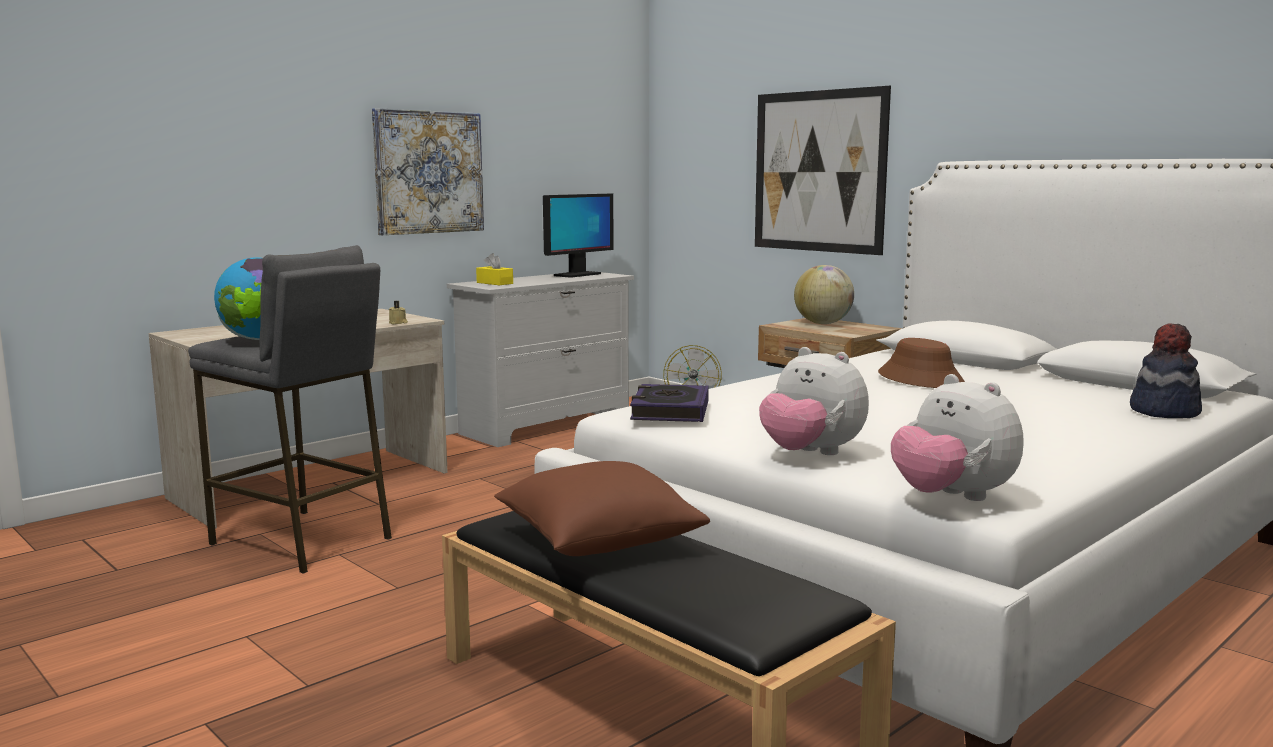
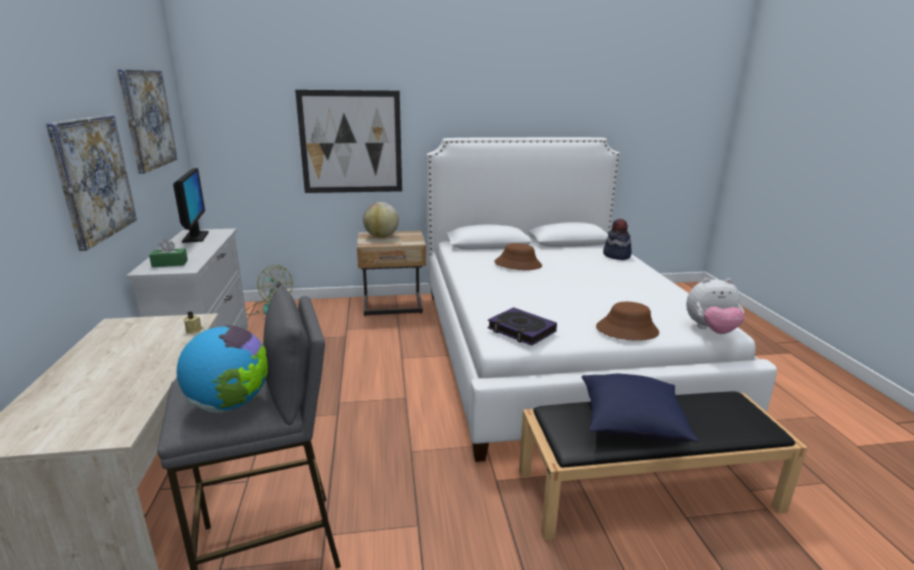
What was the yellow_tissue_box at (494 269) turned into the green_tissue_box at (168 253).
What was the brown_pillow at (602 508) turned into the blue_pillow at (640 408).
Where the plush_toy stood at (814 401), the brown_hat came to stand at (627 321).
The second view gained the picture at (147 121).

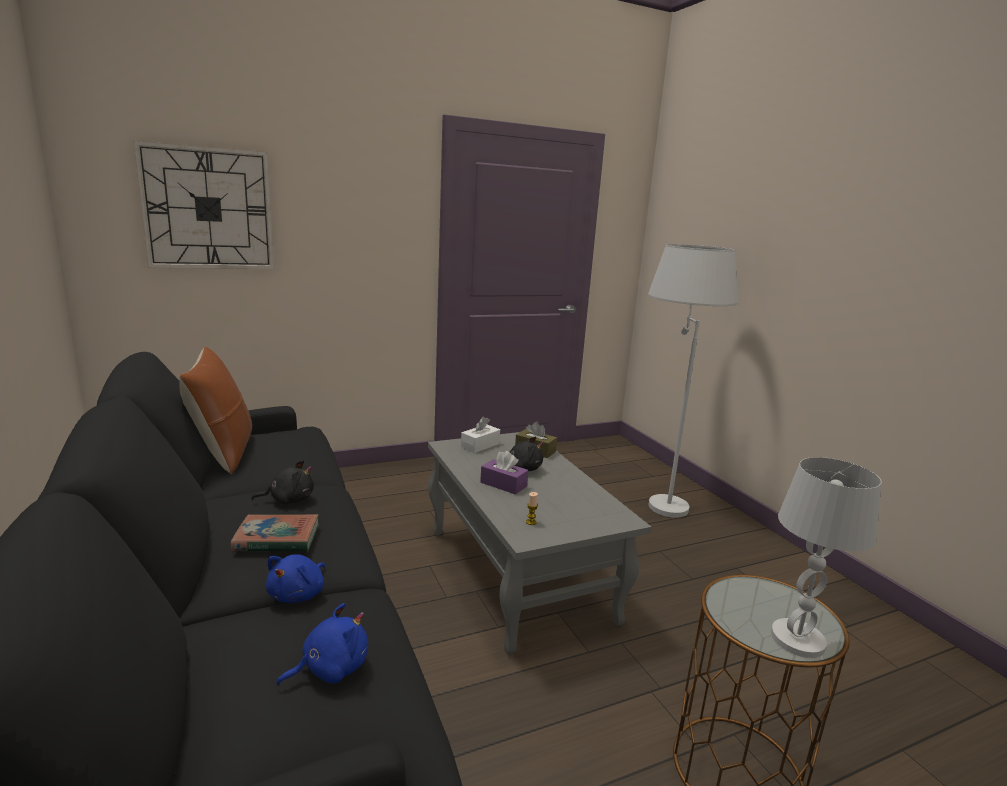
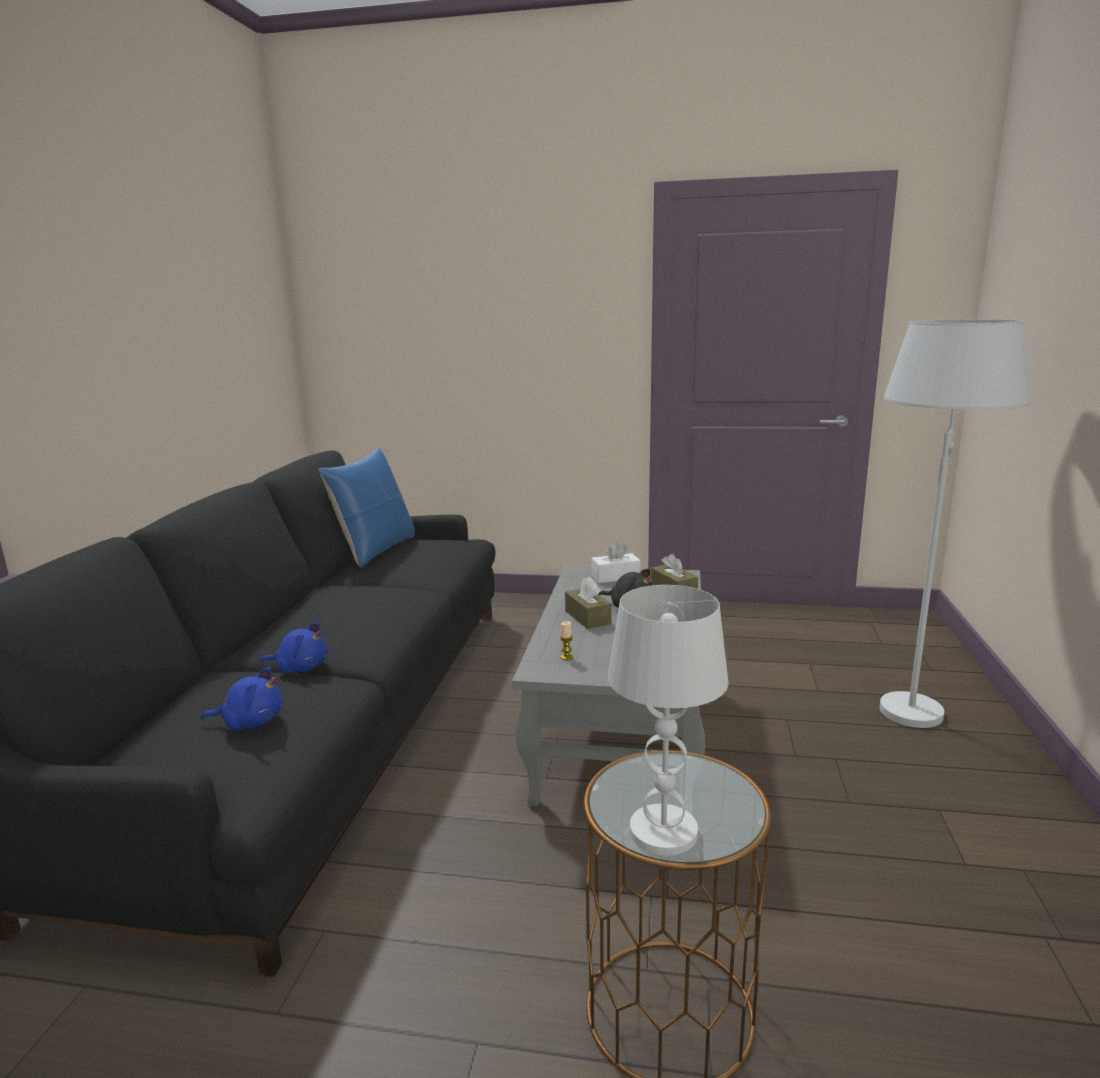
The second view lost the wall_clock at (203 205).
What was the brown_pillow at (215 410) turned into the blue_pillow at (366 508).
The second view lost the book at (274 532).
The second view lost the black_plush_toy at (282 482).
The blue_plush_toy at (295 578) ended up facing another way, 135 degrees counterclockwise from before.
What was the purple_tissue_box at (504 473) turned into the brown_tissue_box at (588 603).

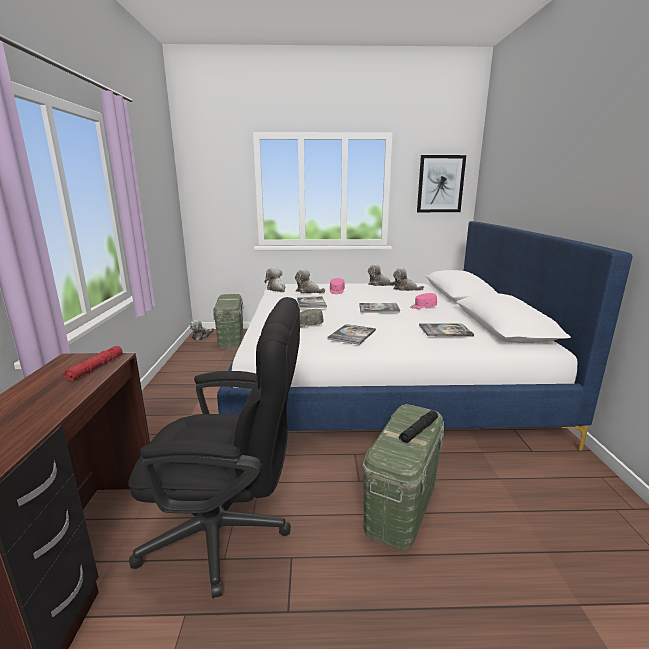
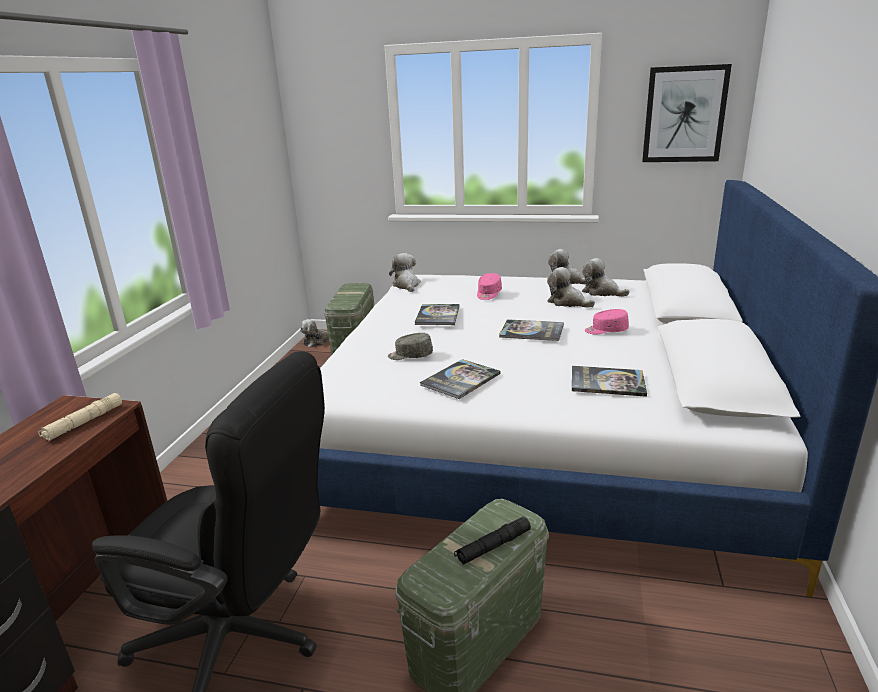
What was the red_flashlight at (93 363) turned into the beige_flashlight at (80 417).
The plush_toy ended up elsewhere, having gone from (310 281) to (571 287).

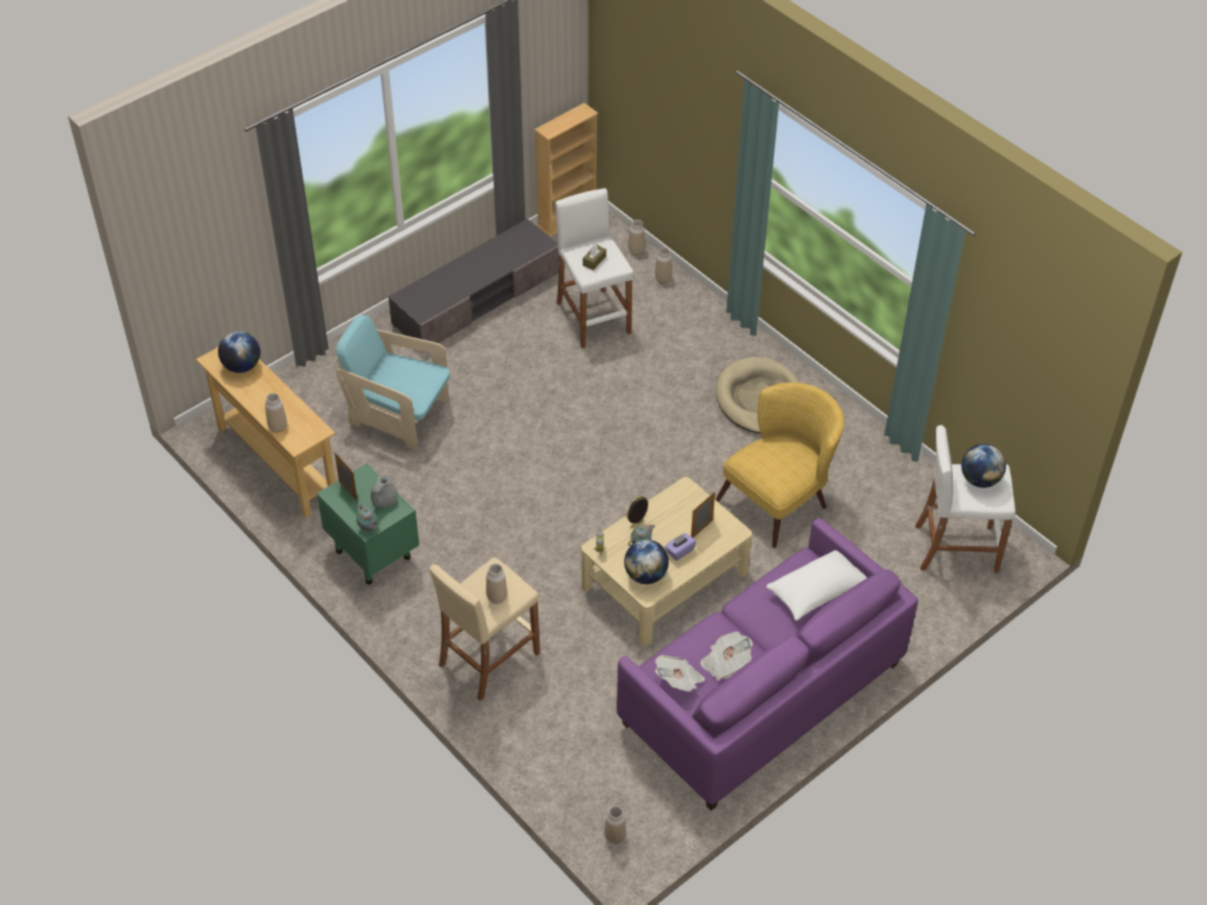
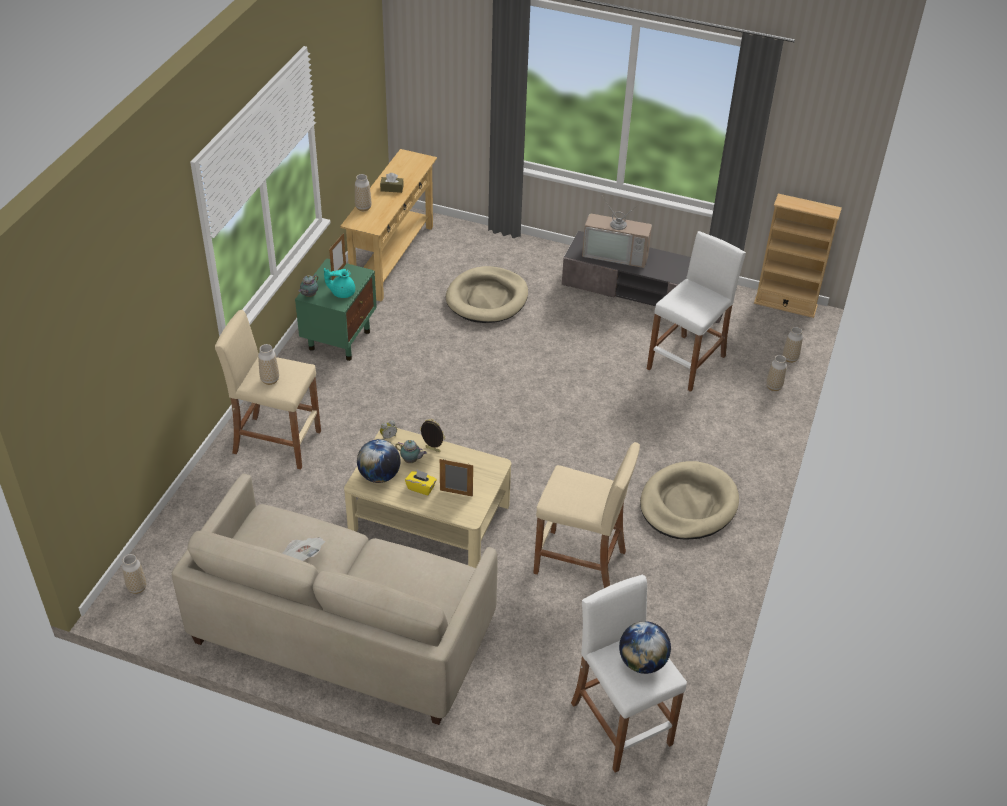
The second view lost the globe at (239 352).
Where the turquoise_armchair stood at (393 383), the beige_dog_bed came to stand at (487 294).
What was the grey_teapot at (384 491) turned into the turquoise_teapot at (339 283).
The brown_tissue_box ended up elsewhere, having gone from (594 257) to (392 183).
What was the purple_sofa at (767 664) turned into the beige_sofa at (334 599).
The second view lost the newspaper at (680 673).
What was the purple_tissue_box at (680 547) turned into the yellow_tissue_box at (421 482).
Where the yellow_armchair stood at (780 465), the beige_stool came to stand at (586 515).
The second view lost the white_pillow at (816 585).
The second view gained the television at (617 232).

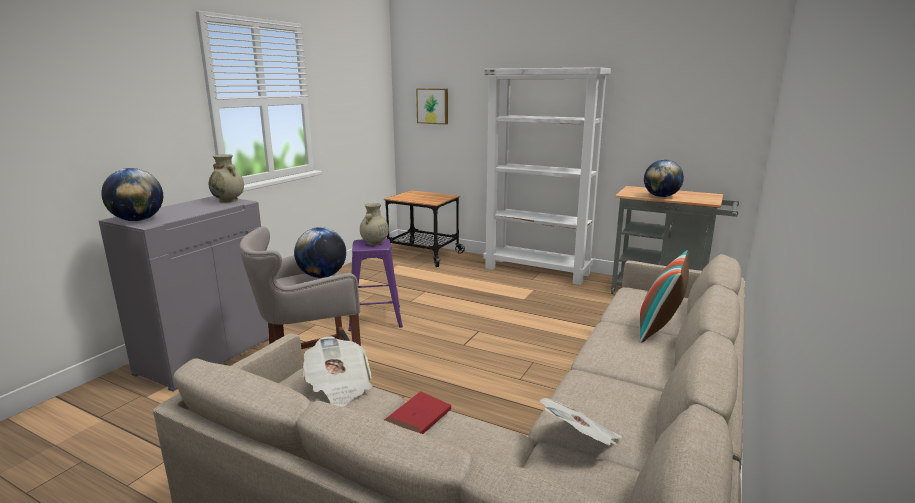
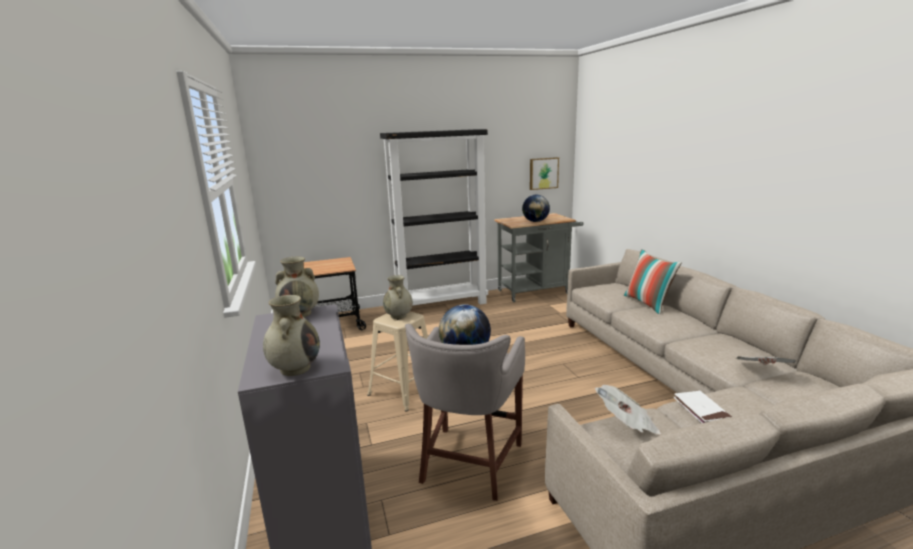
Where the globe stood at (132 194), the beige_vase came to stand at (291 335).
What was the purple_stool at (375 285) turned into the beige_stool at (397 361).
What was the red_book at (417 412) turned into the white_book at (703 407).
The picture ended up elsewhere, having gone from (432 106) to (544 173).
What was the white_bookcase at (547 176) turned into the black_bookcase at (434 217).

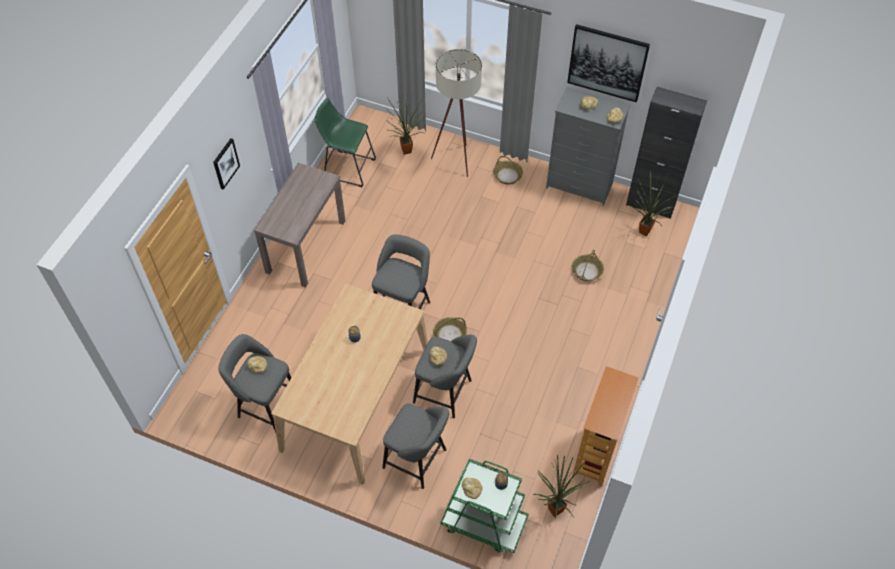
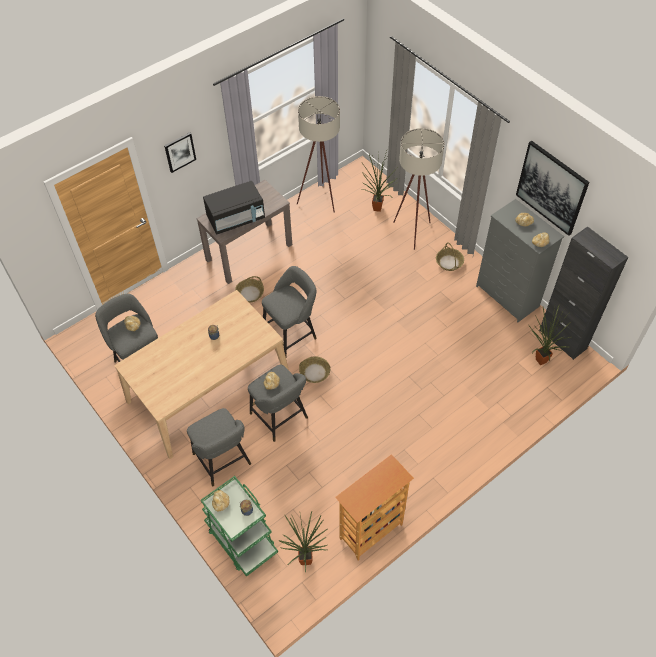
Where the green_stool stood at (345 142), the beige_floor_lamp came to stand at (318 154).
The basket ended up elsewhere, having gone from (588 265) to (249 289).
The second view gained the black_microwave at (234 208).

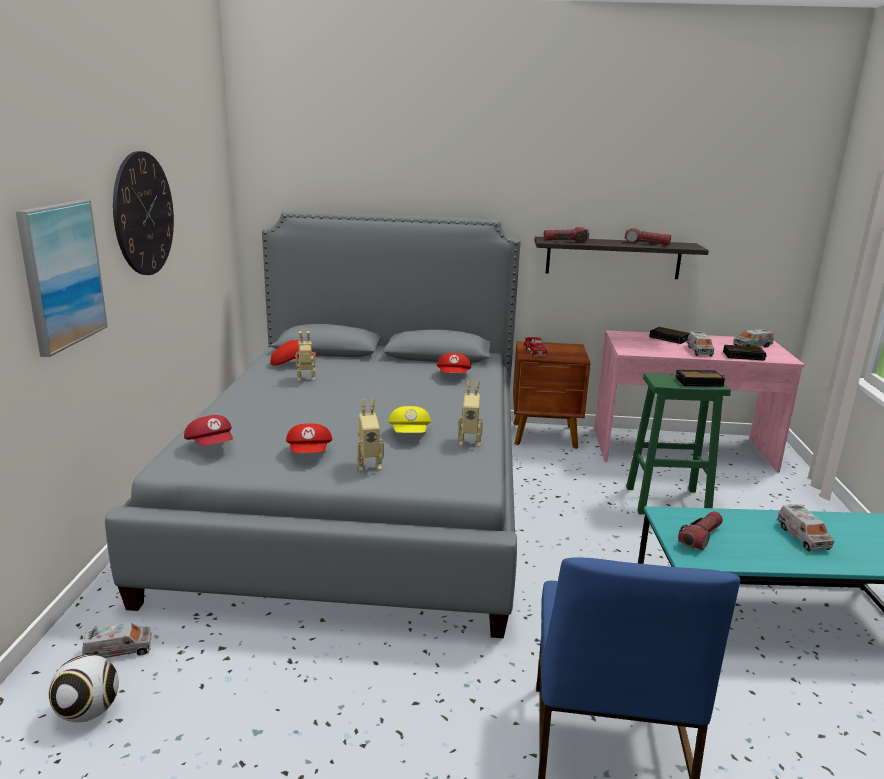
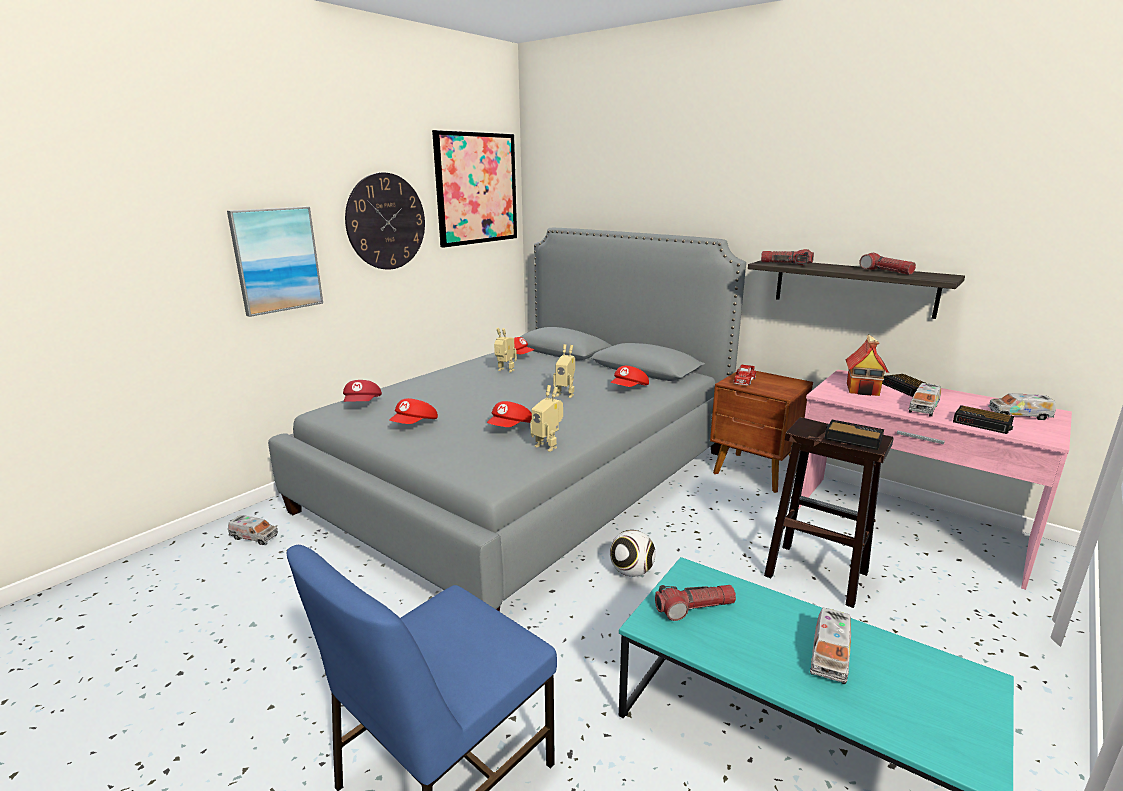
The football ended up elsewhere, having gone from (84 688) to (633 553).
The toy_robot ended up elsewhere, having gone from (370 435) to (564 371).
What was the yellow_cap at (409 419) turned into the red_cap at (509 414).
What was the green_stool at (678 444) turned into the brown_stool at (829 512).
The second view gained the picture at (474 188).
The second view gained the toy_house at (867 365).

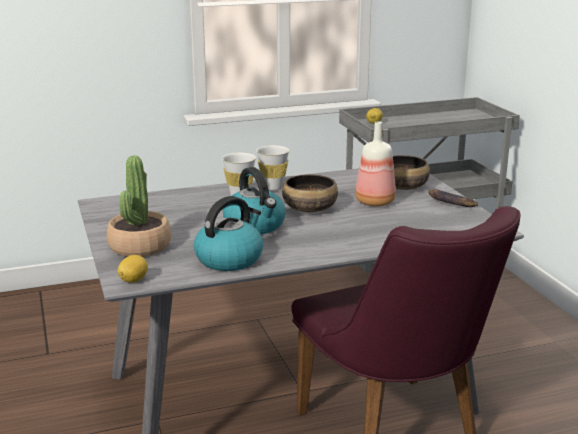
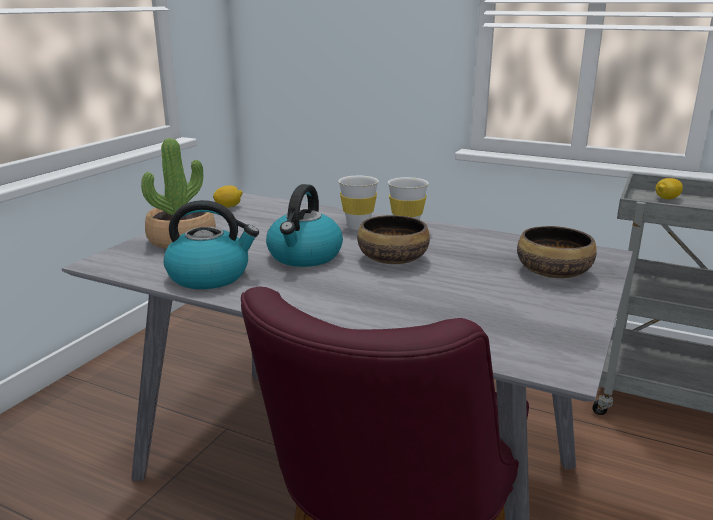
The lemon ended up elsewhere, having gone from (133 269) to (228 196).
The second view lost the bottle at (375 163).
The second view lost the banana at (453 198).

